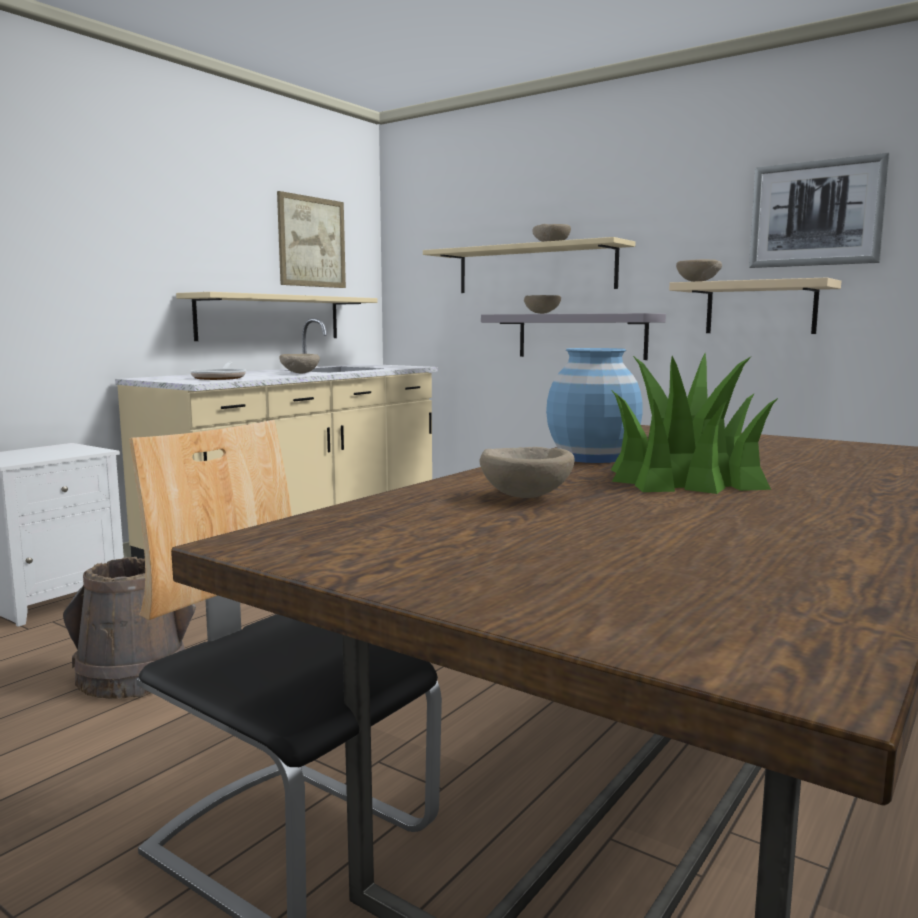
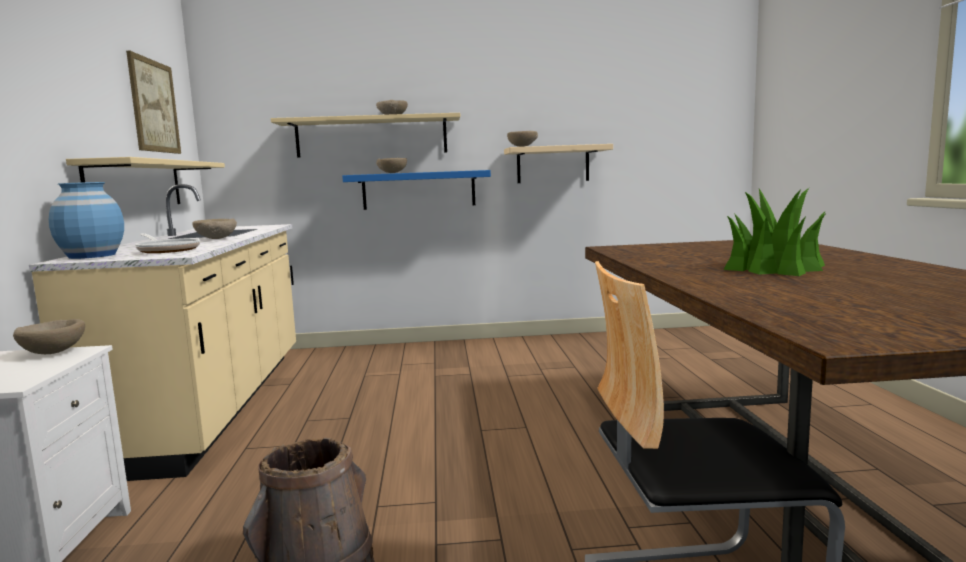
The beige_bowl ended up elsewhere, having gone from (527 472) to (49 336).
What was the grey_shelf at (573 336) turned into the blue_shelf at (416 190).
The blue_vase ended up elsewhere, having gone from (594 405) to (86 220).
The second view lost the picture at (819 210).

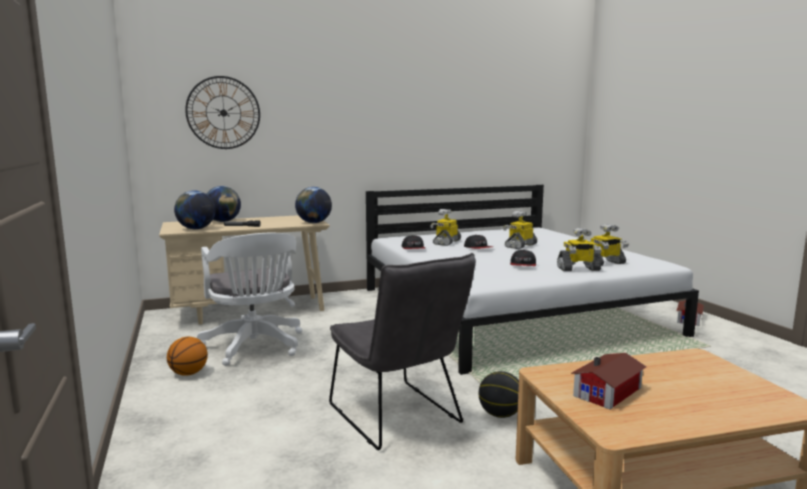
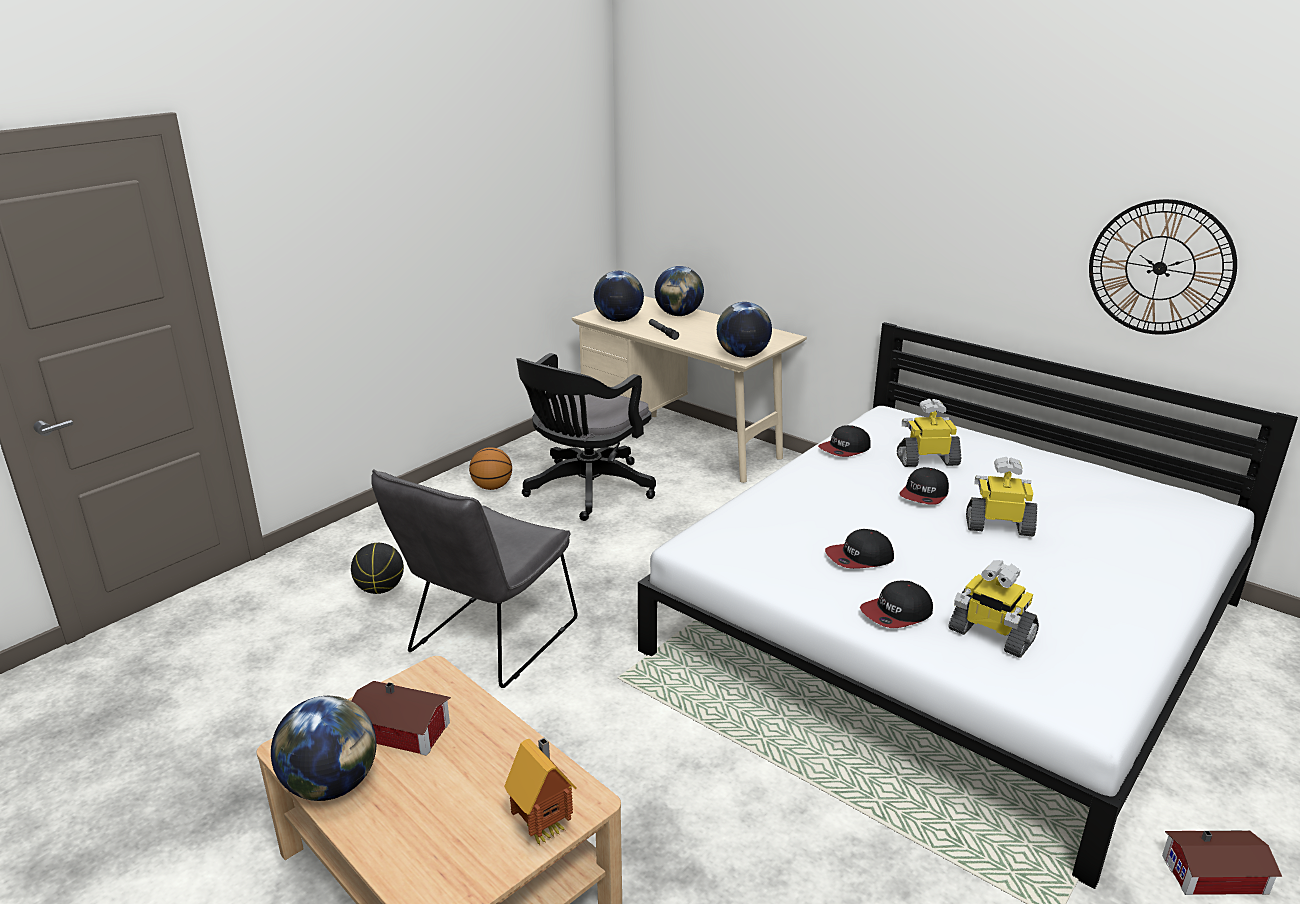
The wall_clock ended up elsewhere, having gone from (222 112) to (1163 267).
What was the white_office_chair at (249 299) turned into the black_office_chair at (586 437).
The basketball ended up elsewhere, having gone from (499 394) to (377 568).
Where the toy_robot stood at (579 249), the cap came to stand at (896 604).
The second view gained the globe at (324 748).
The second view gained the toy_house at (540 791).

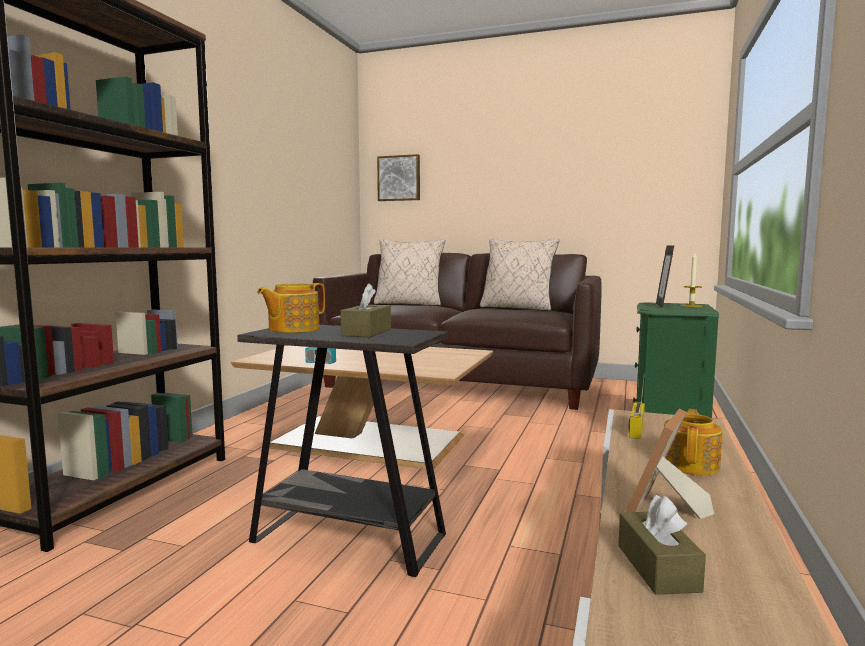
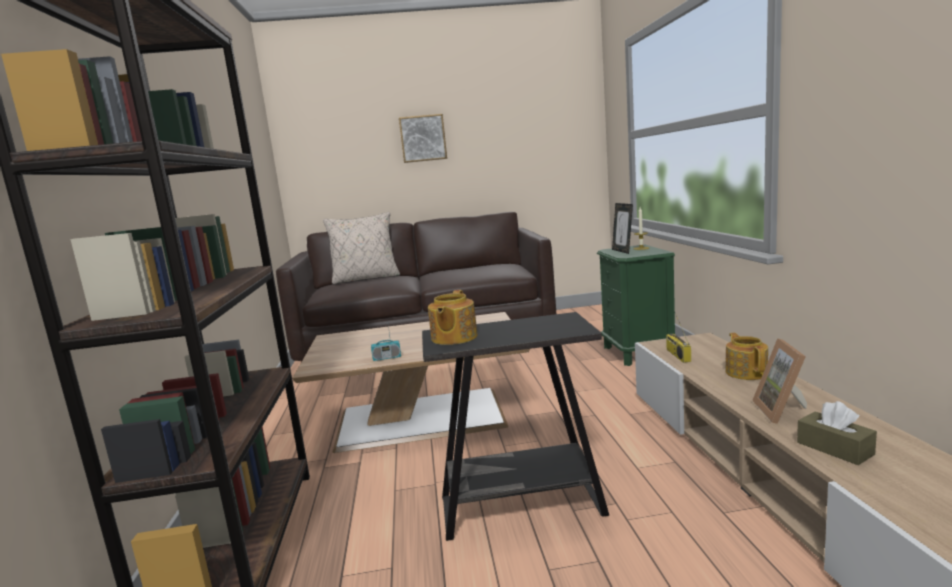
The second view lost the brown_tissue_box at (366 310).
The picture ended up elsewhere, having gone from (398 177) to (423 138).
The second view lost the beige_pillow at (519 274).

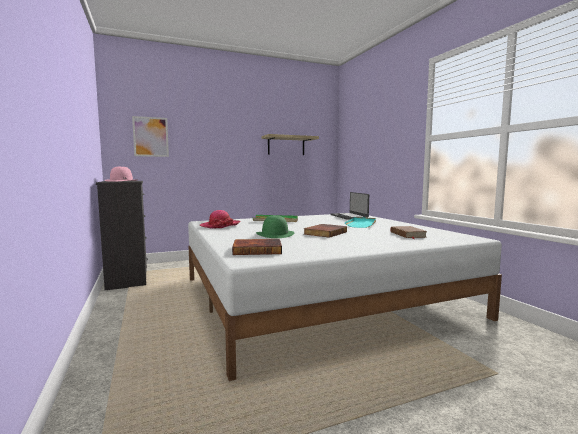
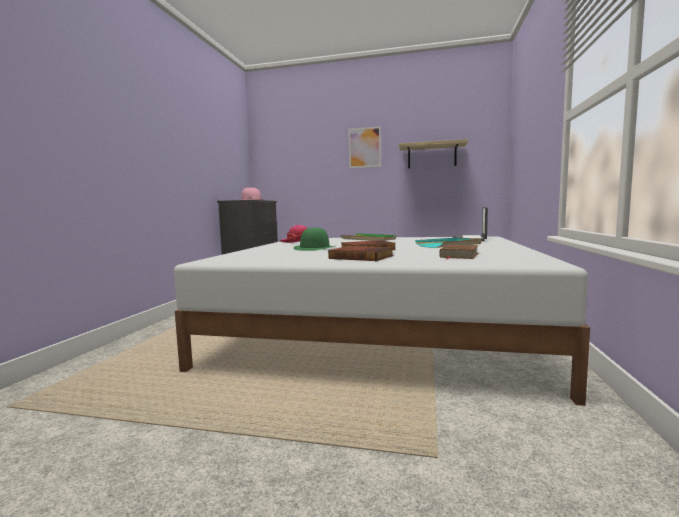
The picture ended up elsewhere, having gone from (150 136) to (364 147).
The book ended up elsewhere, having gone from (257 247) to (360 253).

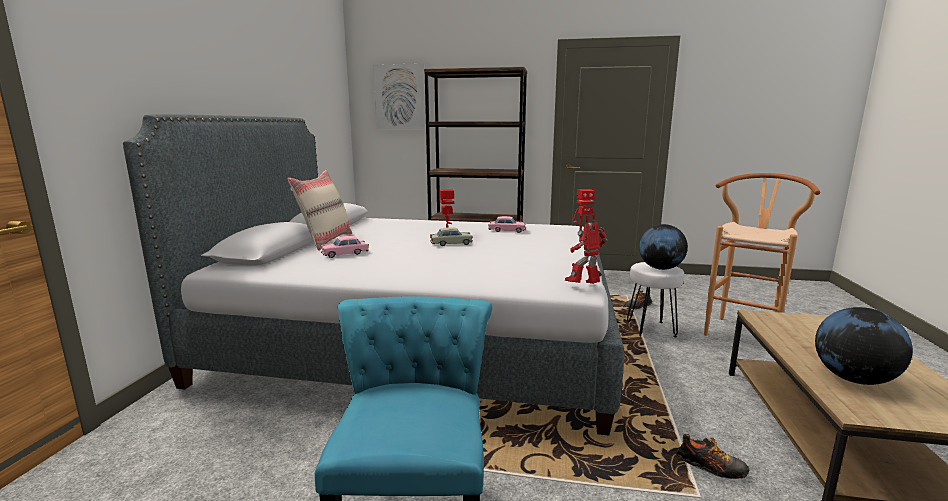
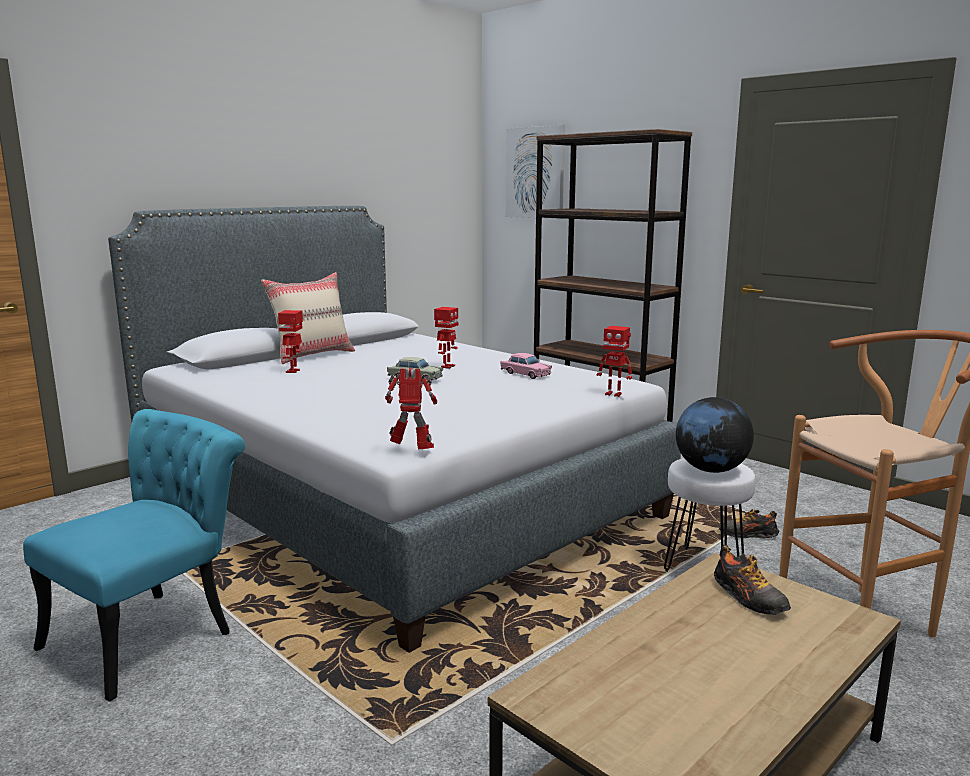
Where the pink_toy_car stood at (345 247), the toy_robot came to stand at (290 341).
The shoe ended up elsewhere, having gone from (712 456) to (752 580).
The second view lost the globe at (864 346).

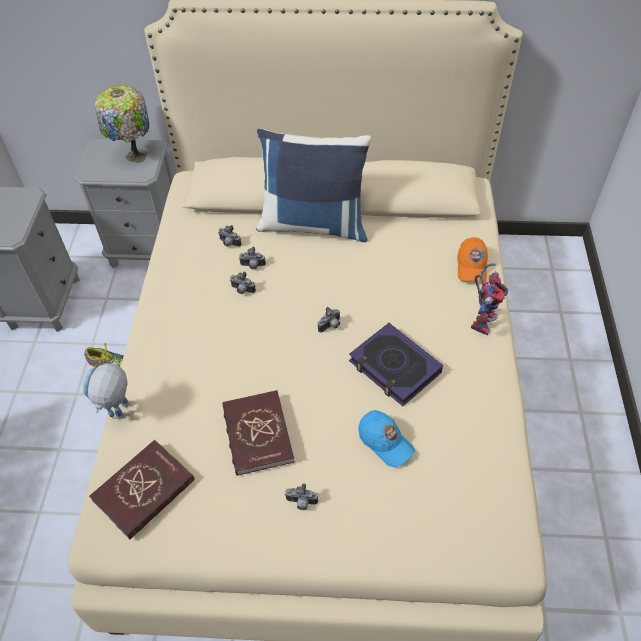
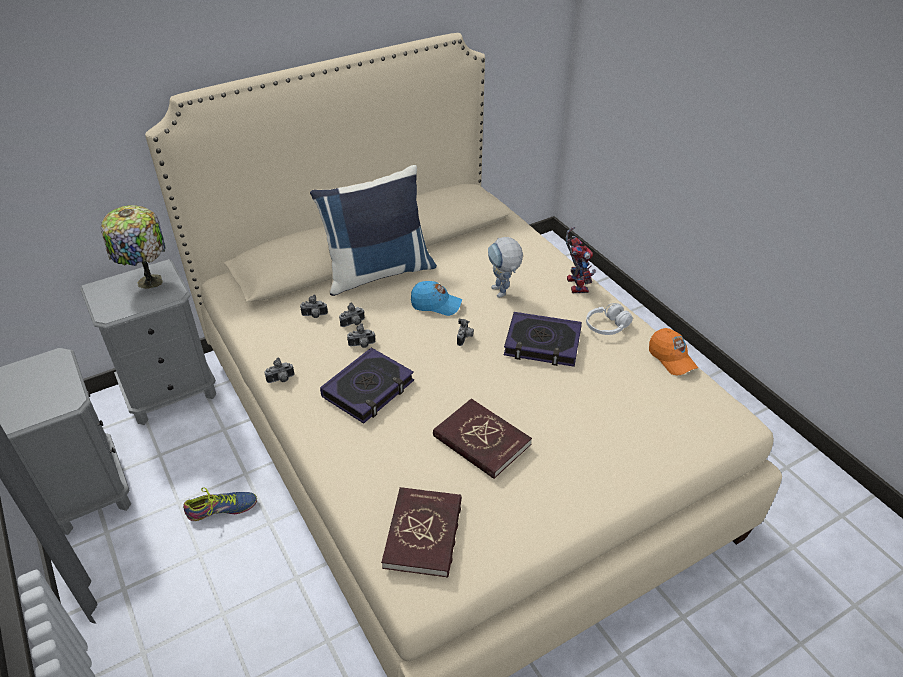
The toy_robot ended up elsewhere, having gone from (106 389) to (505 267).
The photo_camera ended up elsewhere, having gone from (301 496) to (279 370).
The blue_cap ended up elsewhere, having gone from (386 438) to (436 298).
The orange_cap ended up elsewhere, having gone from (472 259) to (673 352).
The second view gained the book at (367 385).
The second view gained the white_headphones at (609 319).

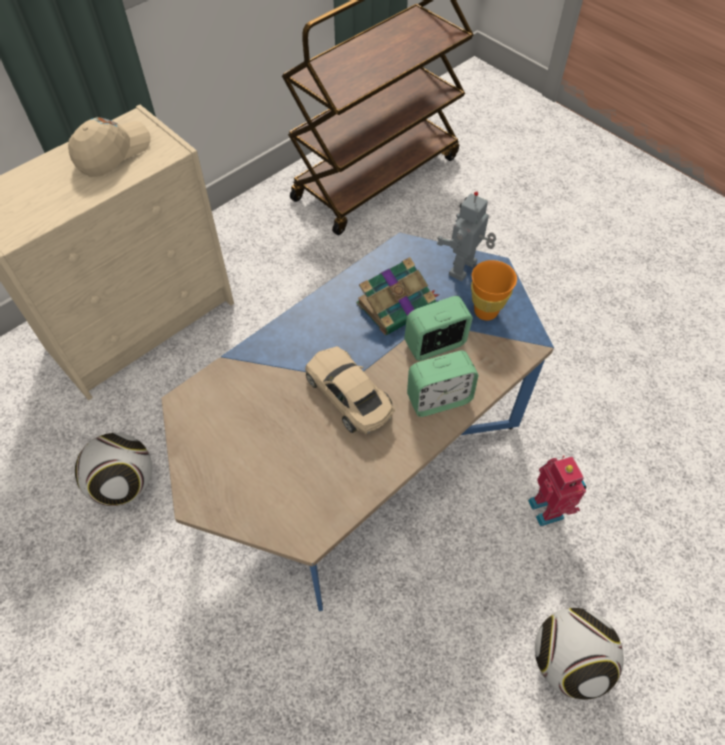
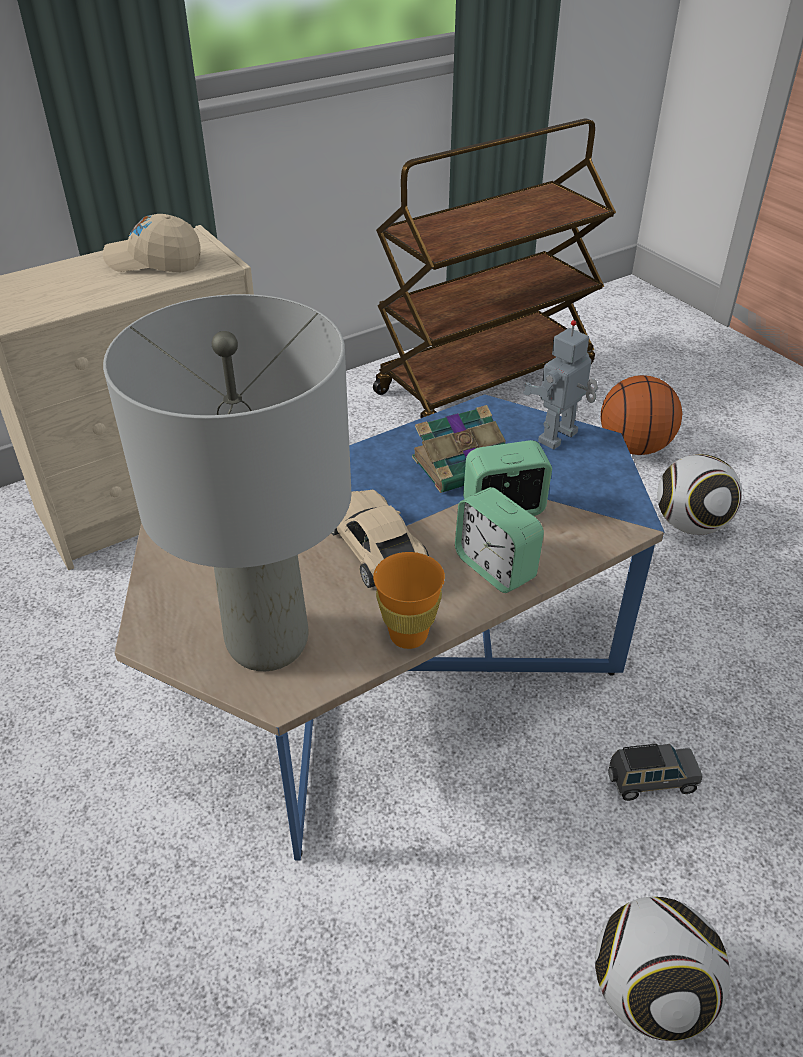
The beige_cap at (109 147) ended up facing another way, 135 degrees counterclockwise from before.
The football ended up elsewhere, having gone from (113 469) to (699 494).
The alarm_clock at (442 384) ended up facing another way, 60 degrees clockwise from before.
The orange_cup ended up elsewhere, having gone from (494 290) to (409 600).
Where the toy_robot stood at (557 491), the grey_toy_car came to stand at (656 772).
The second view gained the grey_table_lamp at (227 482).
The second view gained the basketball at (641 415).

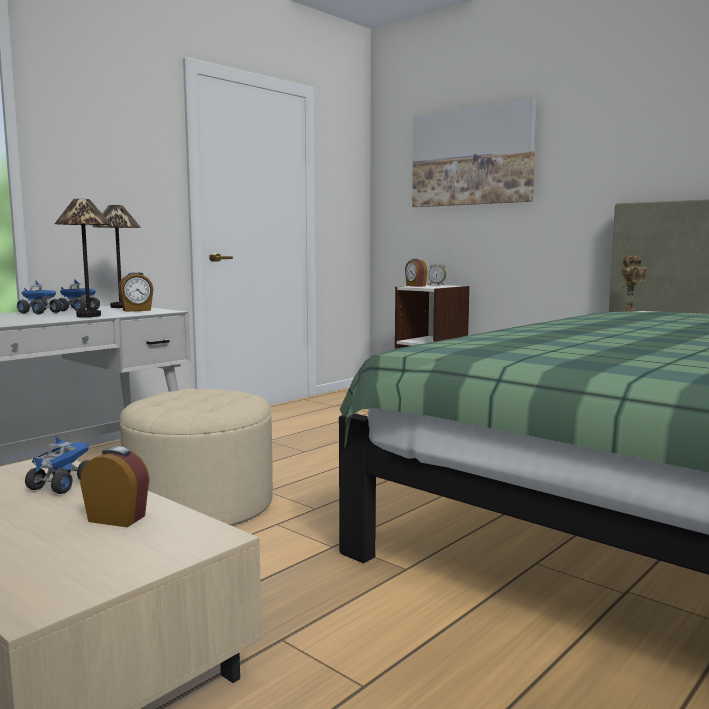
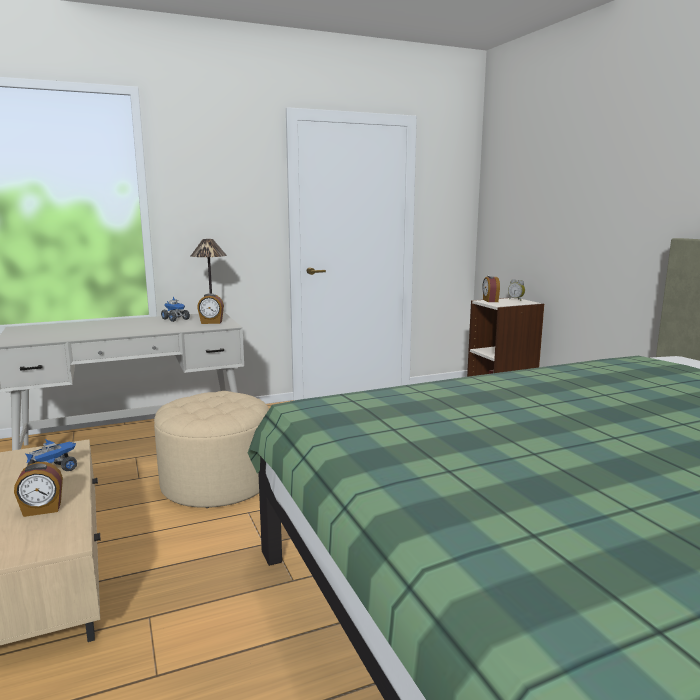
The second view lost the toy_truck at (39 298).
The second view lost the table_lamp at (83 258).
The alarm_clock at (115 486) ended up facing another way, 120 degrees clockwise from before.
The second view lost the picture at (474 153).
The second view lost the toy_robot at (634 283).

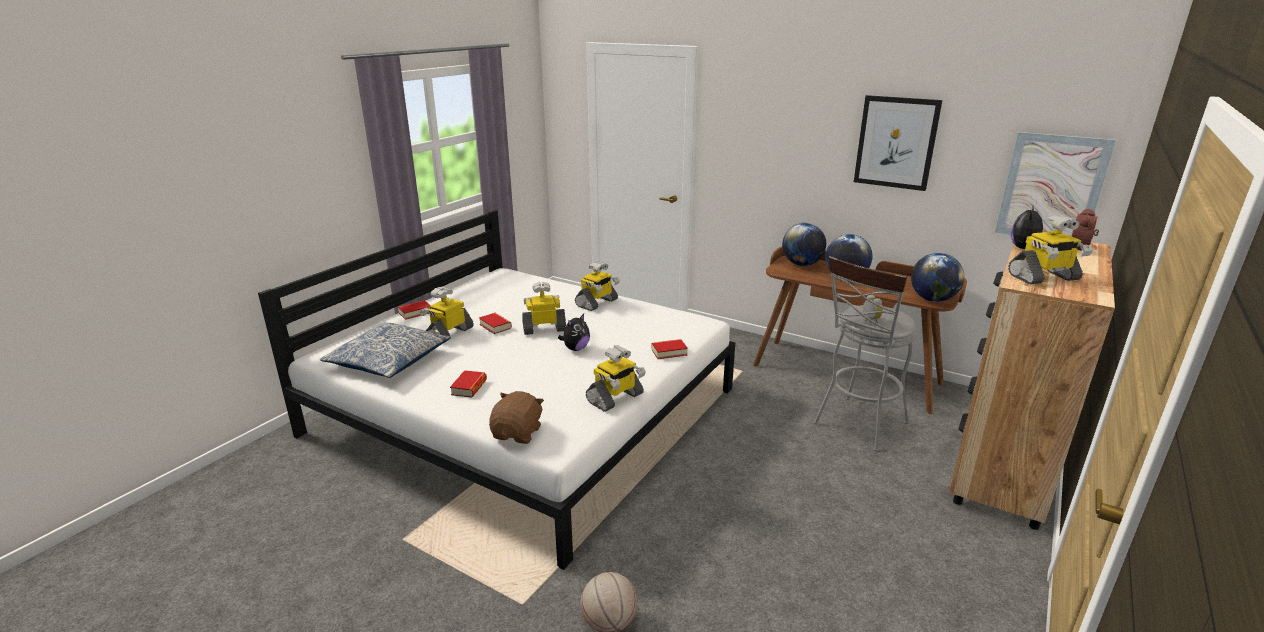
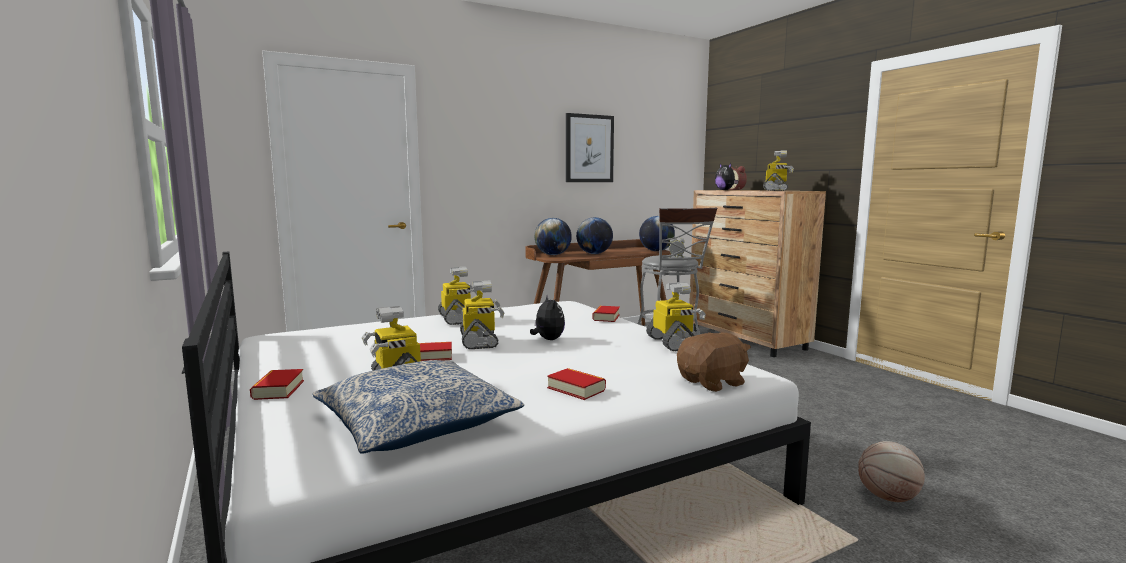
The brown_plush_toy at (516 417) ended up facing another way, 105 degrees clockwise from before.
The toy_robot at (544 308) ended up facing another way, 150 degrees clockwise from before.
The second view lost the picture at (1055 184).

